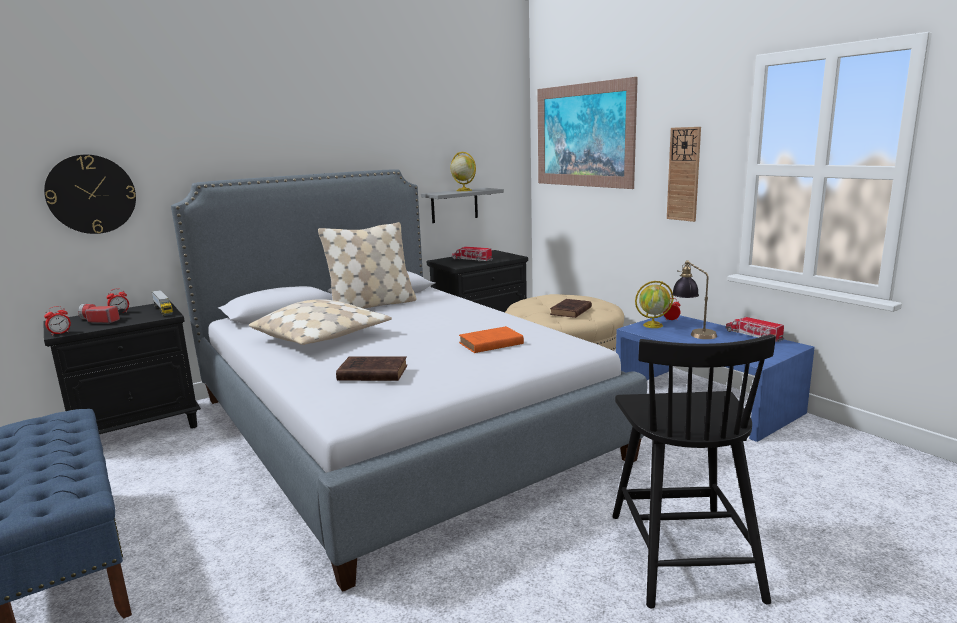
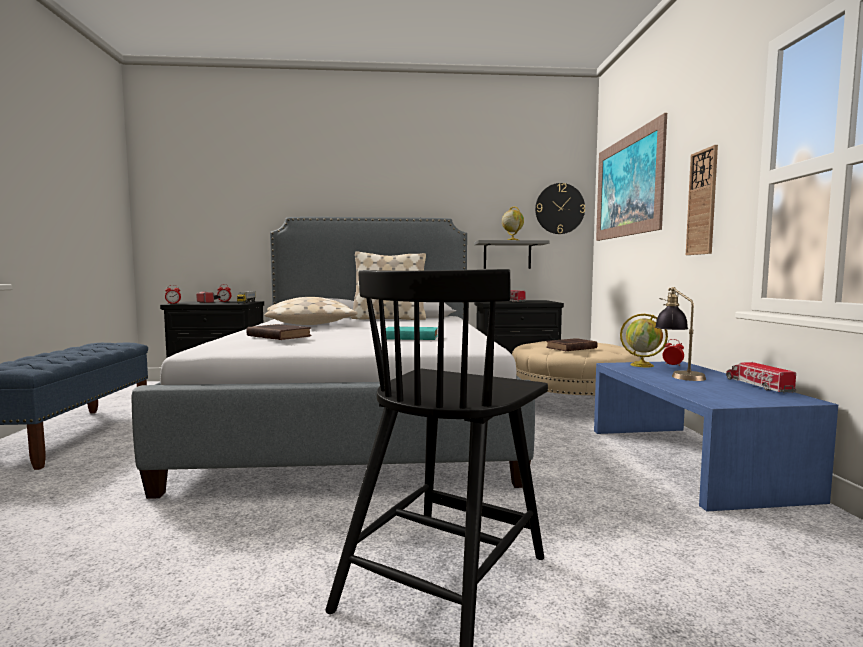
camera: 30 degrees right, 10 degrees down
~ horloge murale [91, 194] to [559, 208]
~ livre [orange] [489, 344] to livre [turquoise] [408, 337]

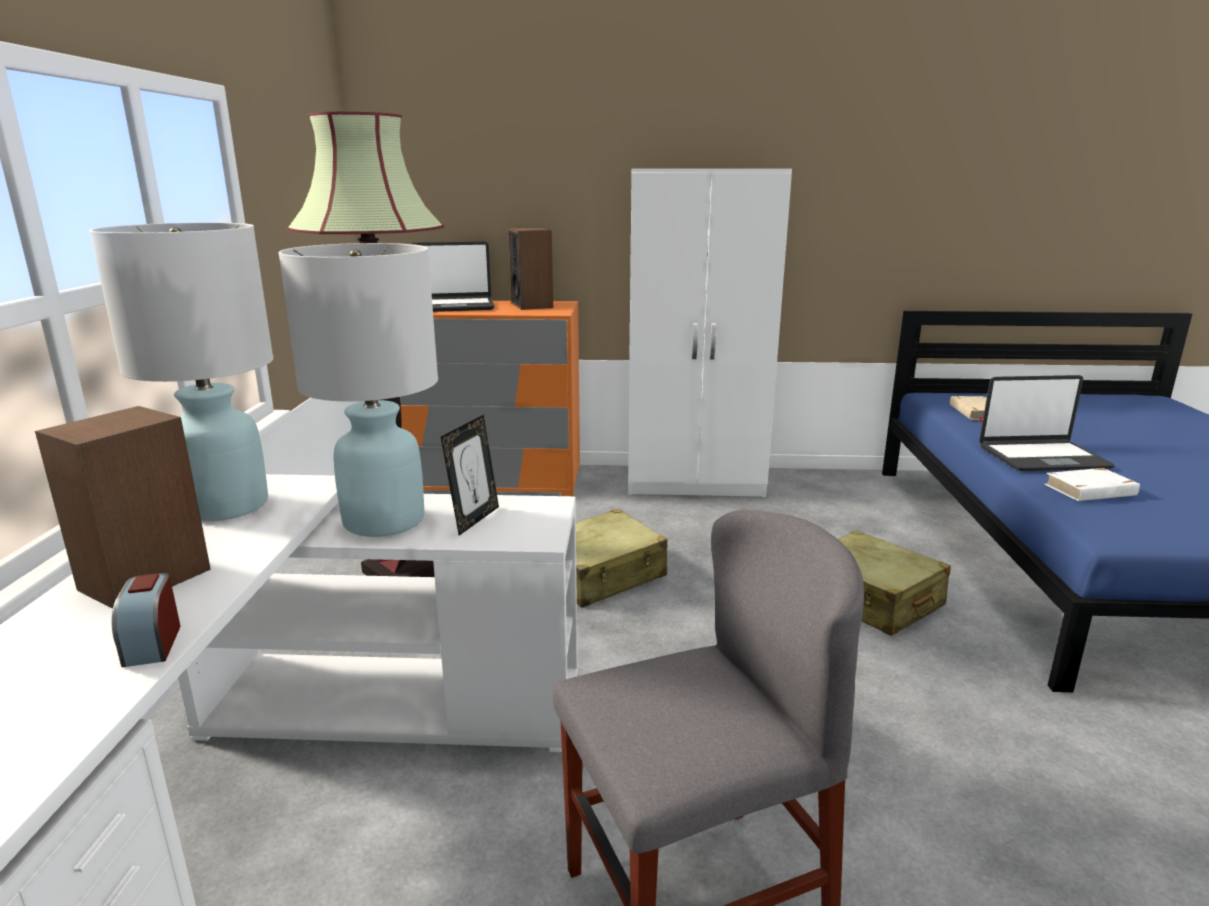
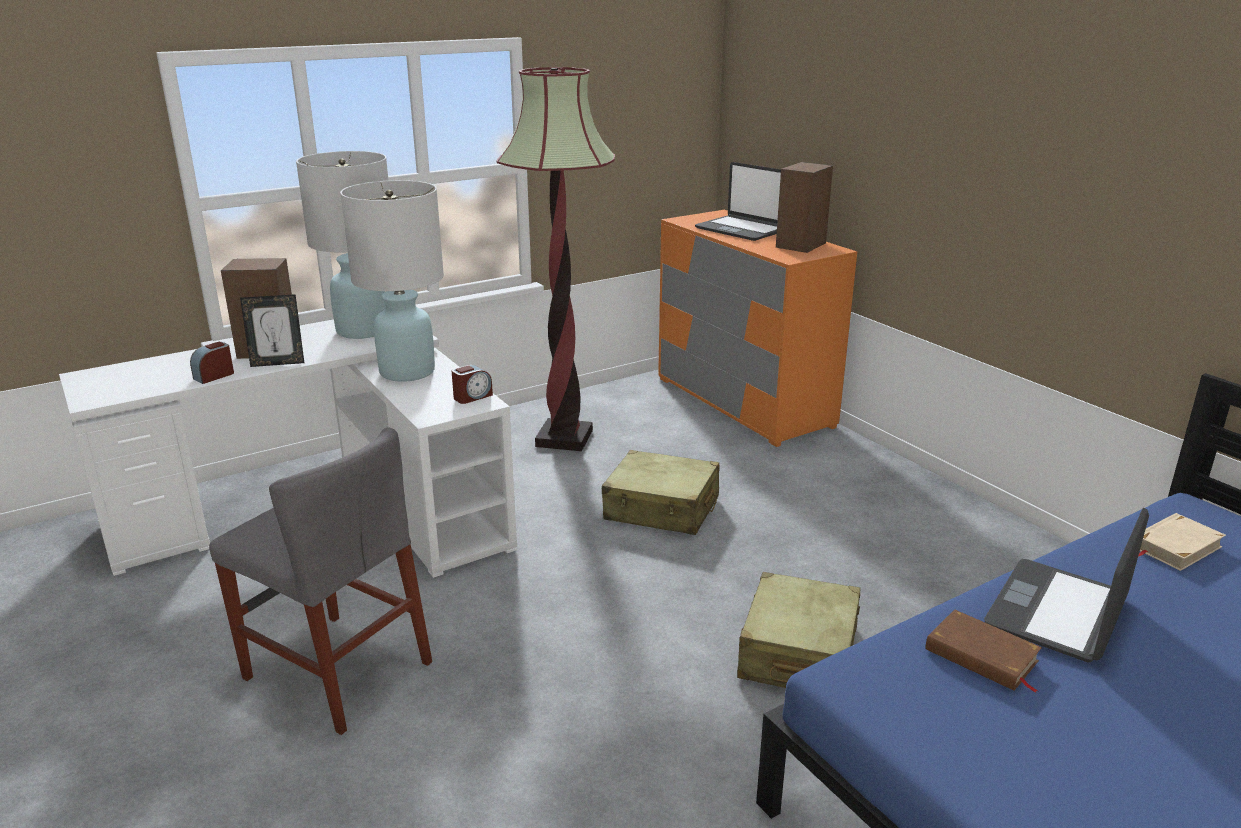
camera: 55 degrees right, 5 degrees up
- armoire [blanc] [696, 483]
~ ordinateur portable [1042, 457] = [1058, 612] 75 degrees clockwise
~ cadre photo [474, 519] to [278, 363]
~ livre [blanc] [1090, 490] to livre [marron] [981, 656]
+ réveil [472, 397]

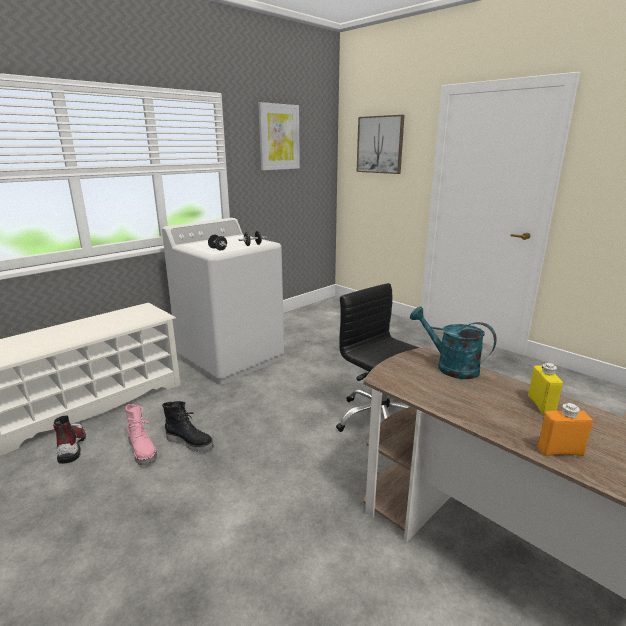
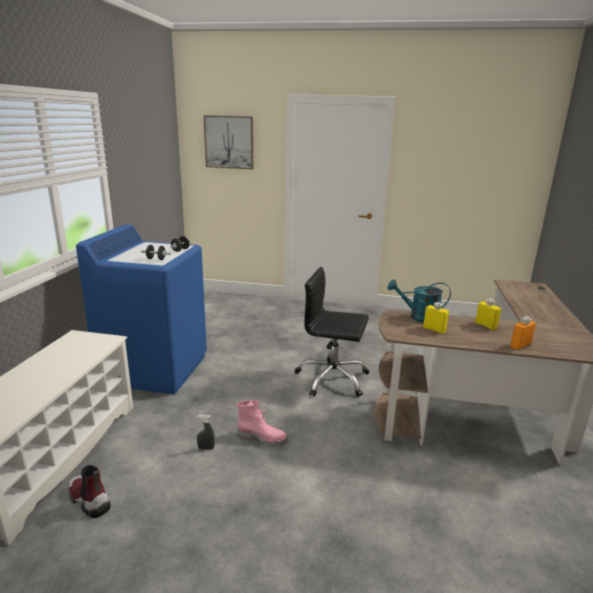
camera: 35 degrees left, 0 degrees up
- tableau [279, 137]
~ lave-linge [blanc] [231, 358] to lave-linge [bleu] [155, 368]
~ botte [noir] [190, 442] to vaporisateur [gris] [206, 448]
~ botte [rose] [143, 451] to [262, 438]
+ bouteille [jaune] [434, 330]

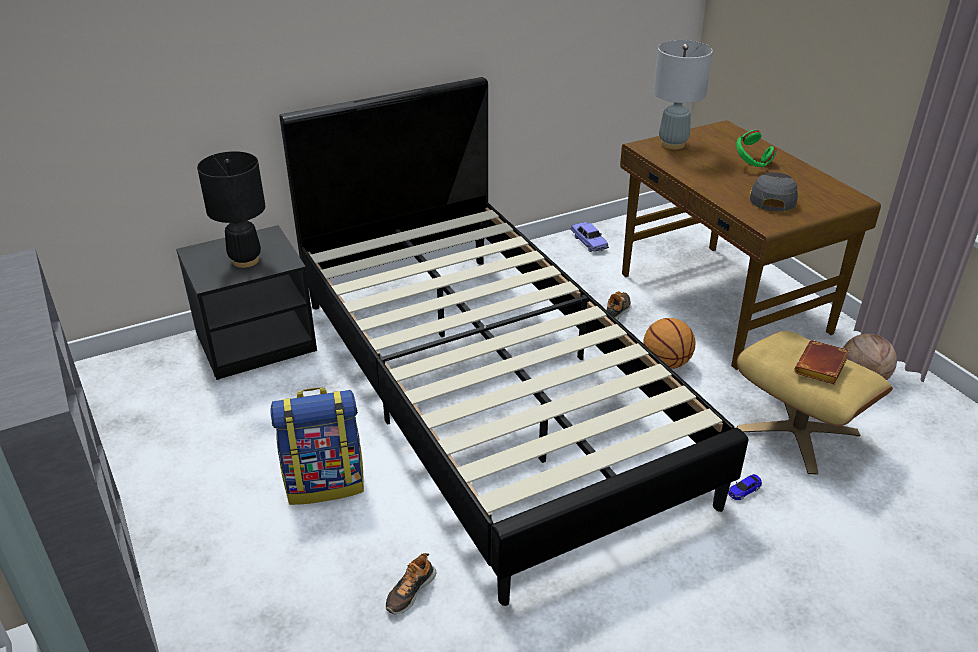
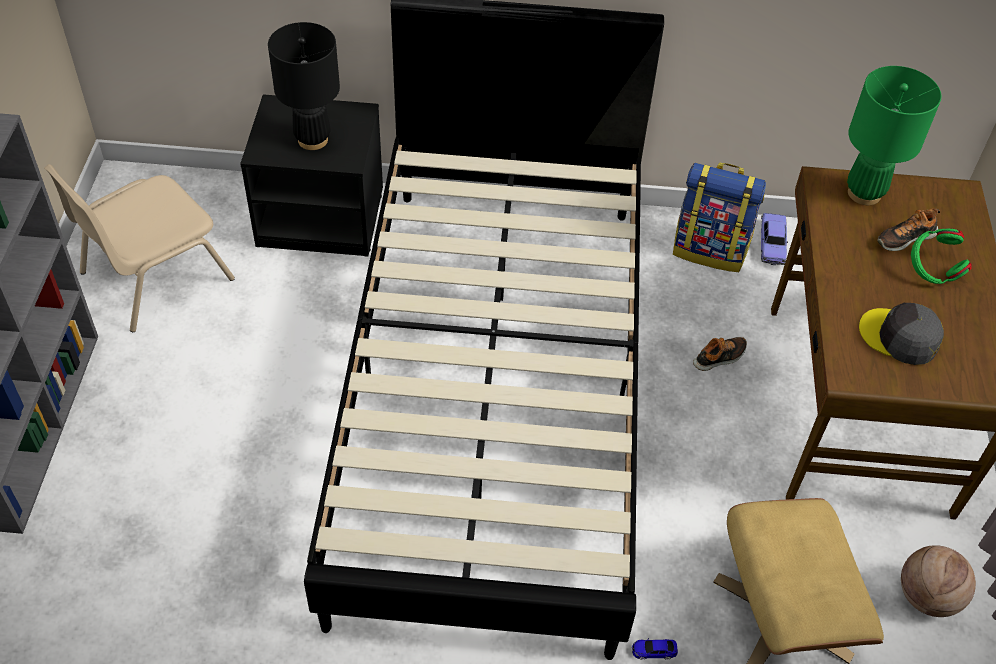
camera: 30 degrees right, 15 degrees up
~ lampe de table [gris] [673, 144] to lampe de table [vert] [864, 193]
~ casquette [gris] [772, 198] = [899, 337] 105 degrees counterclockwise
- ballon de basket [666, 363]
- livre [marron] [822, 368]
~ sac à dos [325, 483] to [710, 250]
~ chaussure [410, 591] to [905, 238]
+ chaise [beige] [153, 276]

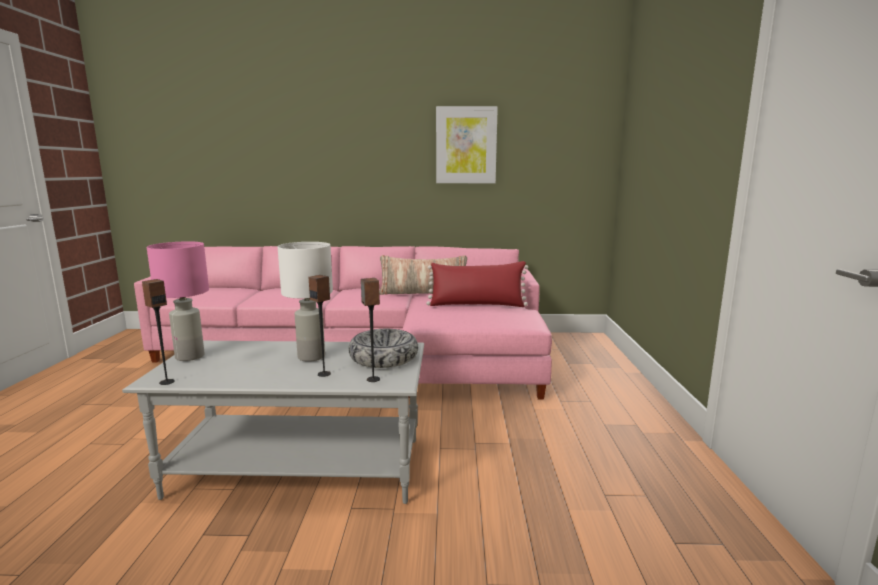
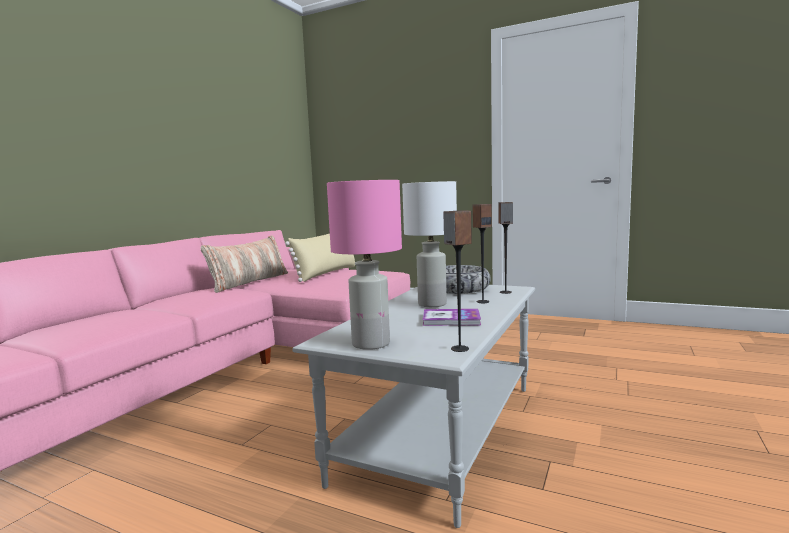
camera: 65 degrees left, 5 degrees down
- tableau [466, 145]
~ coussin [rouge] [477, 305] to coussin [beige] [326, 273]
+ livre [451, 319]

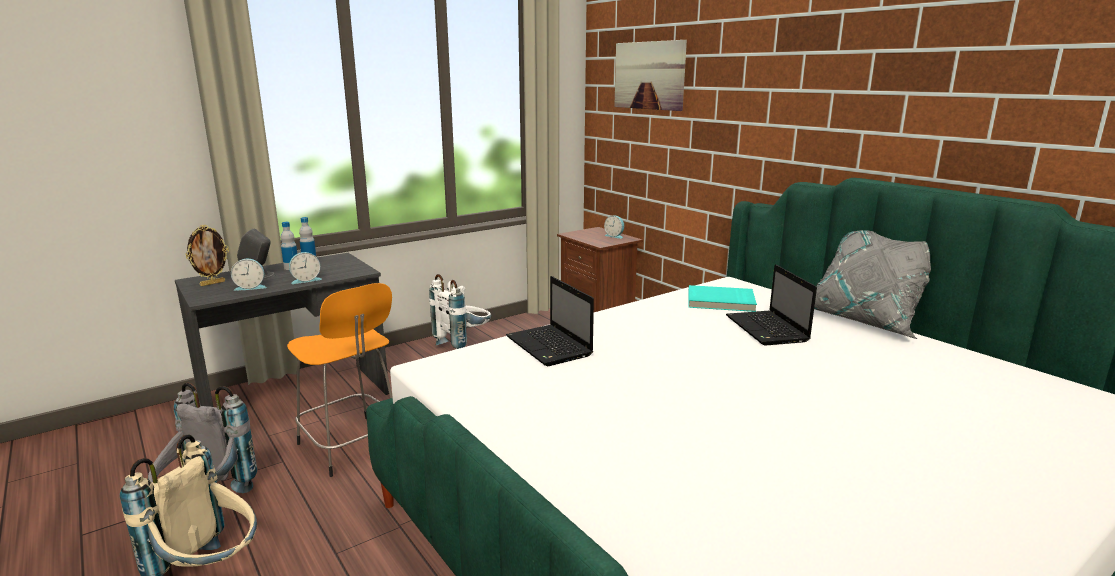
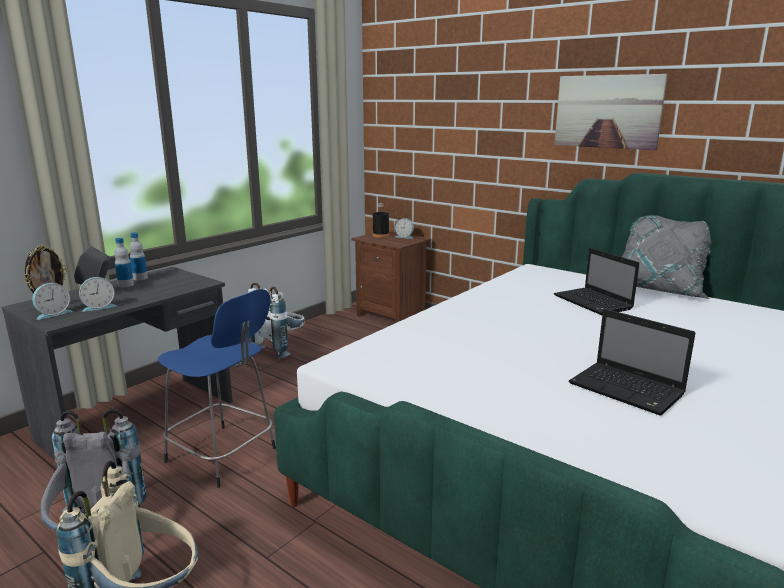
camera: 15 degrees left, 0 degrees up
~ tableau [649, 75] to [607, 111]
~ réveil [305, 280] to [53, 314]
~ ordinateur portable [550, 347] to [628, 390]
~ tabouret [orange] [352, 447] to tabouret [bleu] [224, 456]
- livre [turquoise] [720, 302]
+ bouteille [noir] [380, 235]

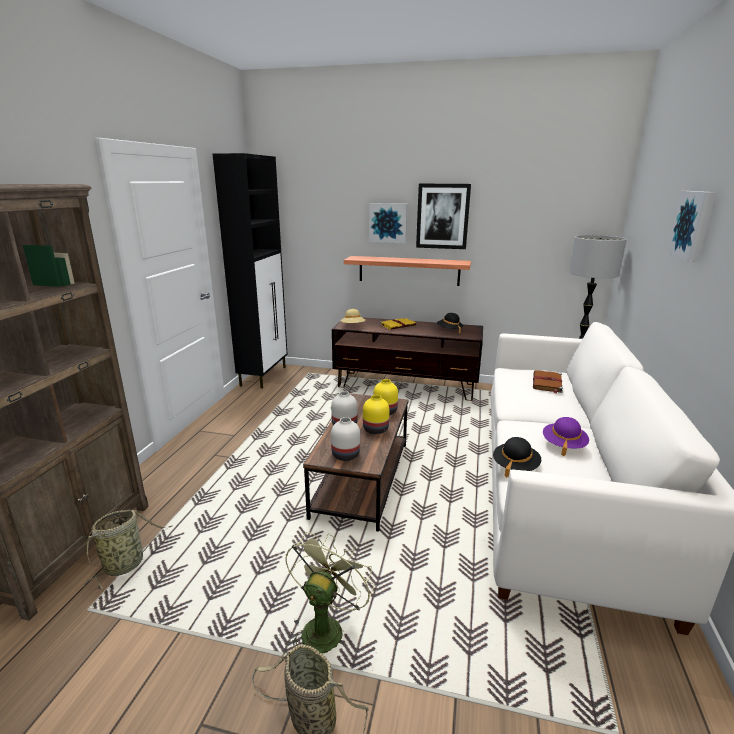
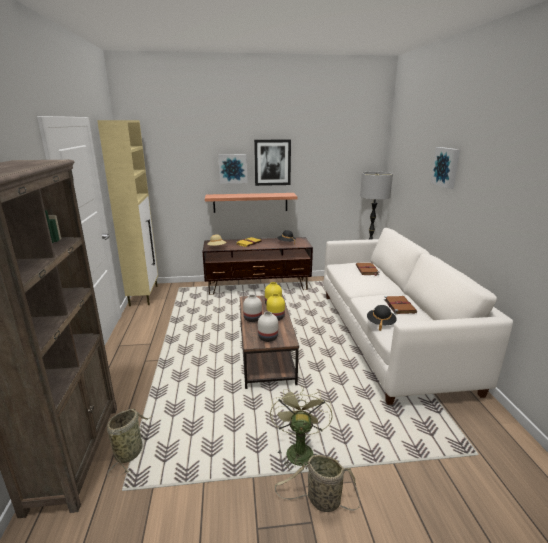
camera: 20 degrees left, 0 degrees up
~ meuble de rangement [noir] [264, 376] to meuble de rangement [beige] [144, 295]
~ chapeau [violet] [563, 445] to livre [marron] [399, 306]

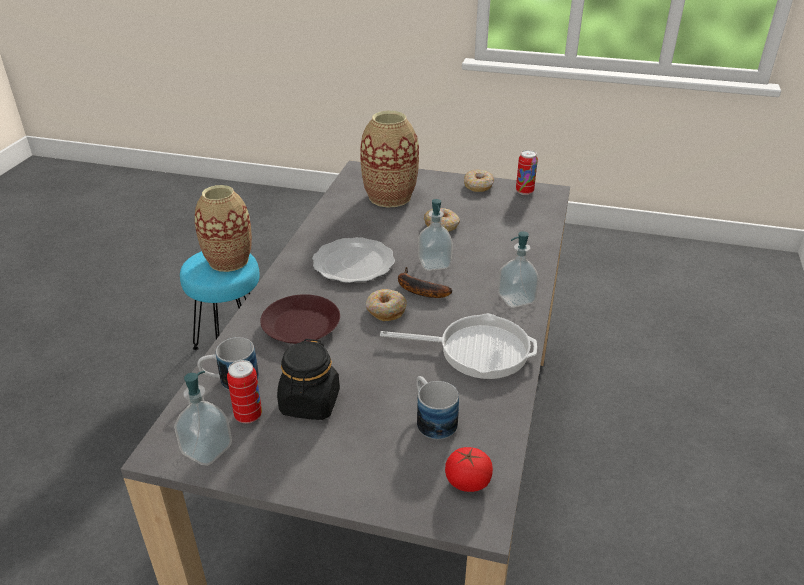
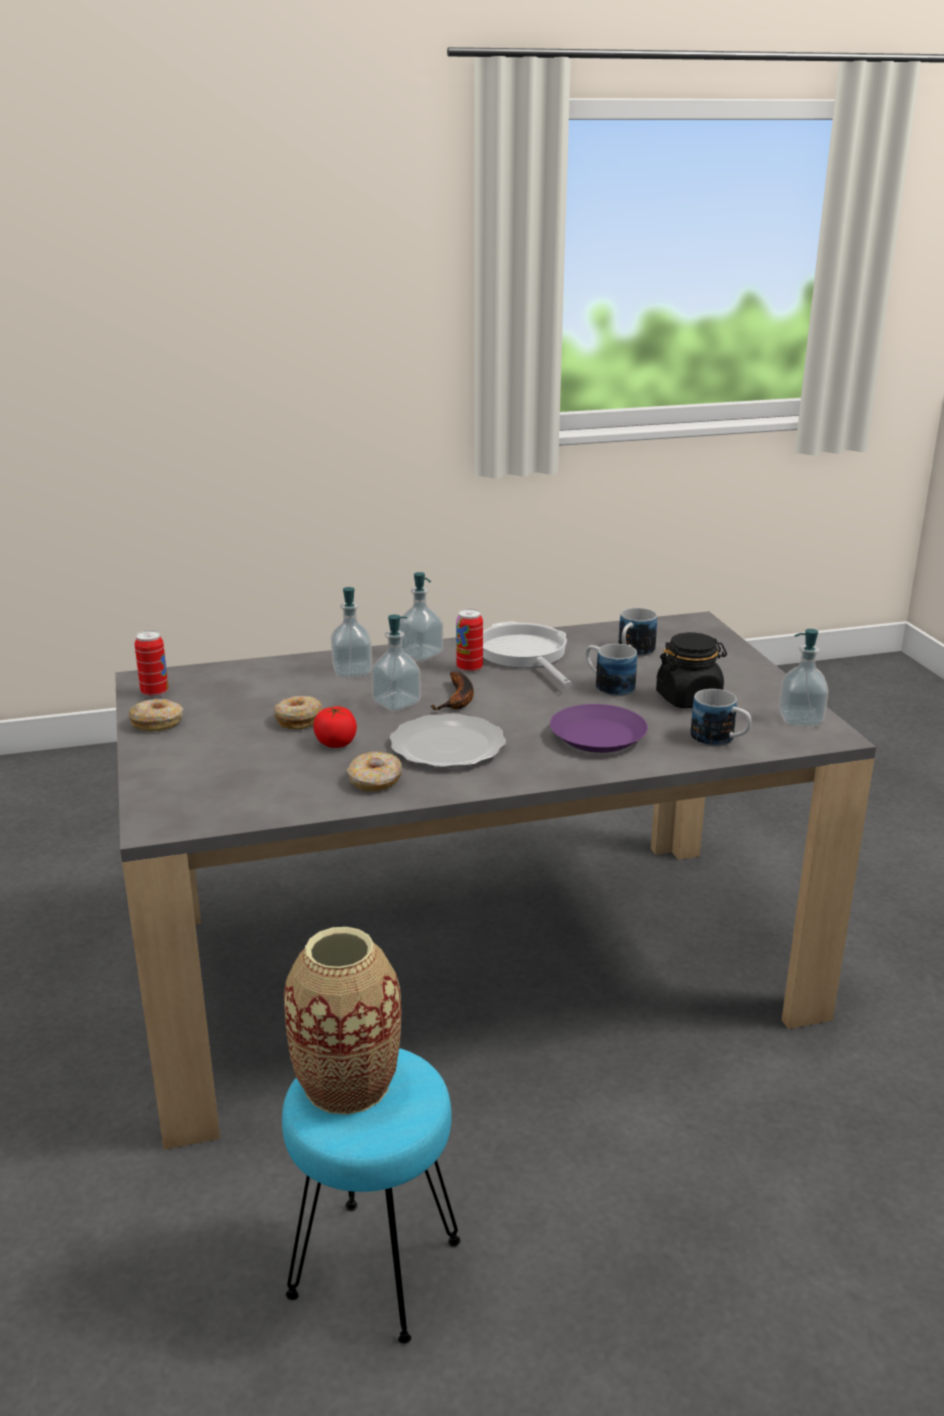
camera: 120 degrees left, 10 degrees down
- vase [389, 197]
~ beignet [385, 310] to [375, 781]
~ assiette [marron] [302, 326] to assiette [violet] [597, 736]
~ boîte métallique [248, 415] to [469, 669]
~ tomate [467, 482] to [336, 743]
+ distributeur de savon [352, 672]
+ mug [607, 686]

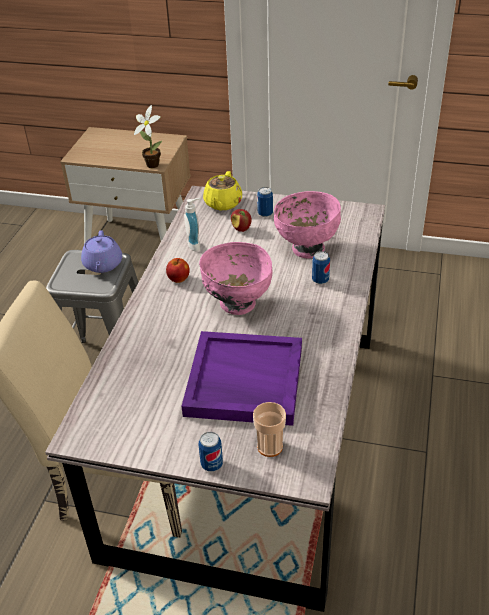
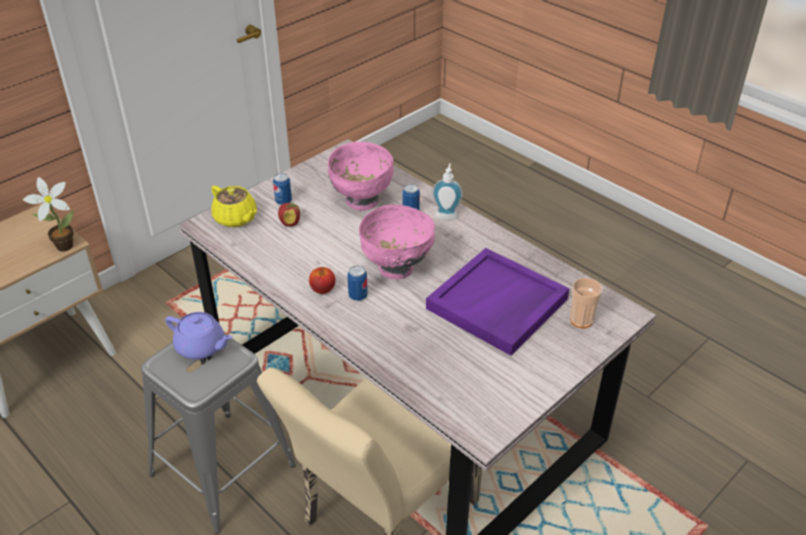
camera: 60 degrees left, 0 degrees up
~ distributeur de savon [196, 245] to [446, 214]
~ boîte métallique [212, 464] to [358, 296]

